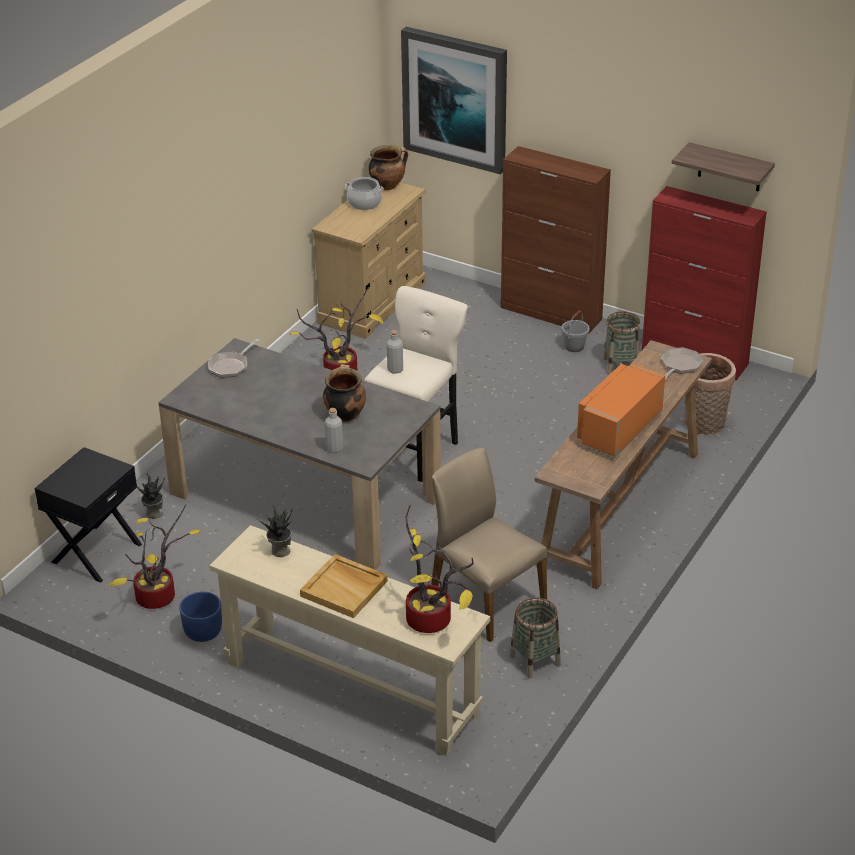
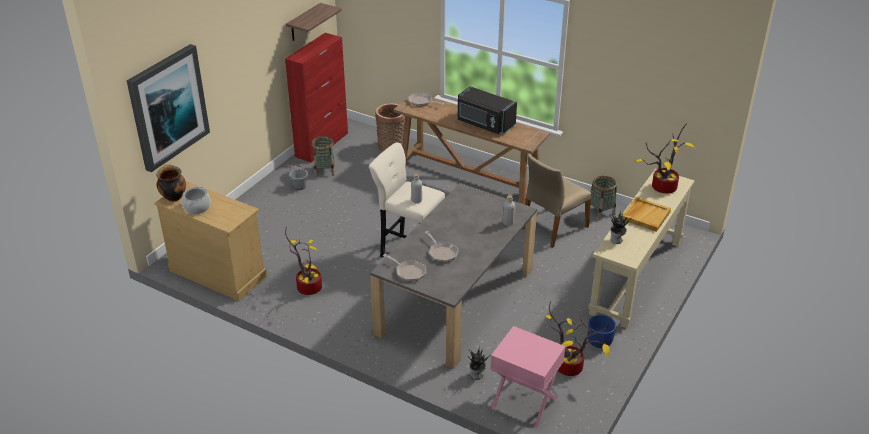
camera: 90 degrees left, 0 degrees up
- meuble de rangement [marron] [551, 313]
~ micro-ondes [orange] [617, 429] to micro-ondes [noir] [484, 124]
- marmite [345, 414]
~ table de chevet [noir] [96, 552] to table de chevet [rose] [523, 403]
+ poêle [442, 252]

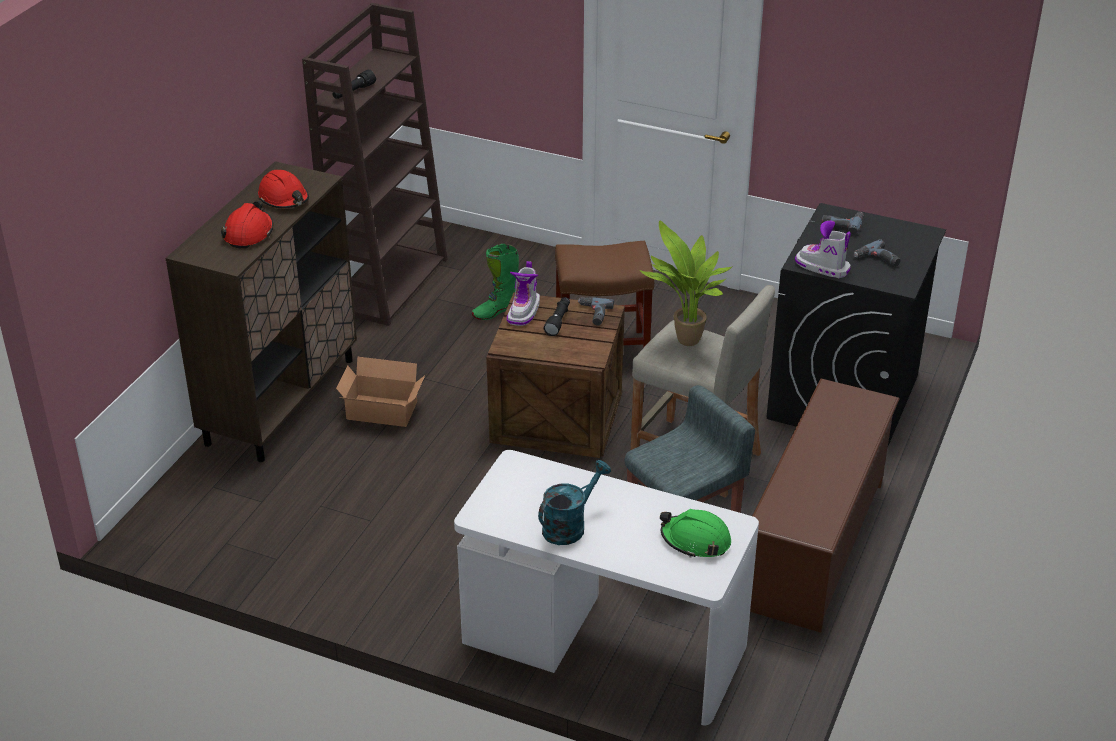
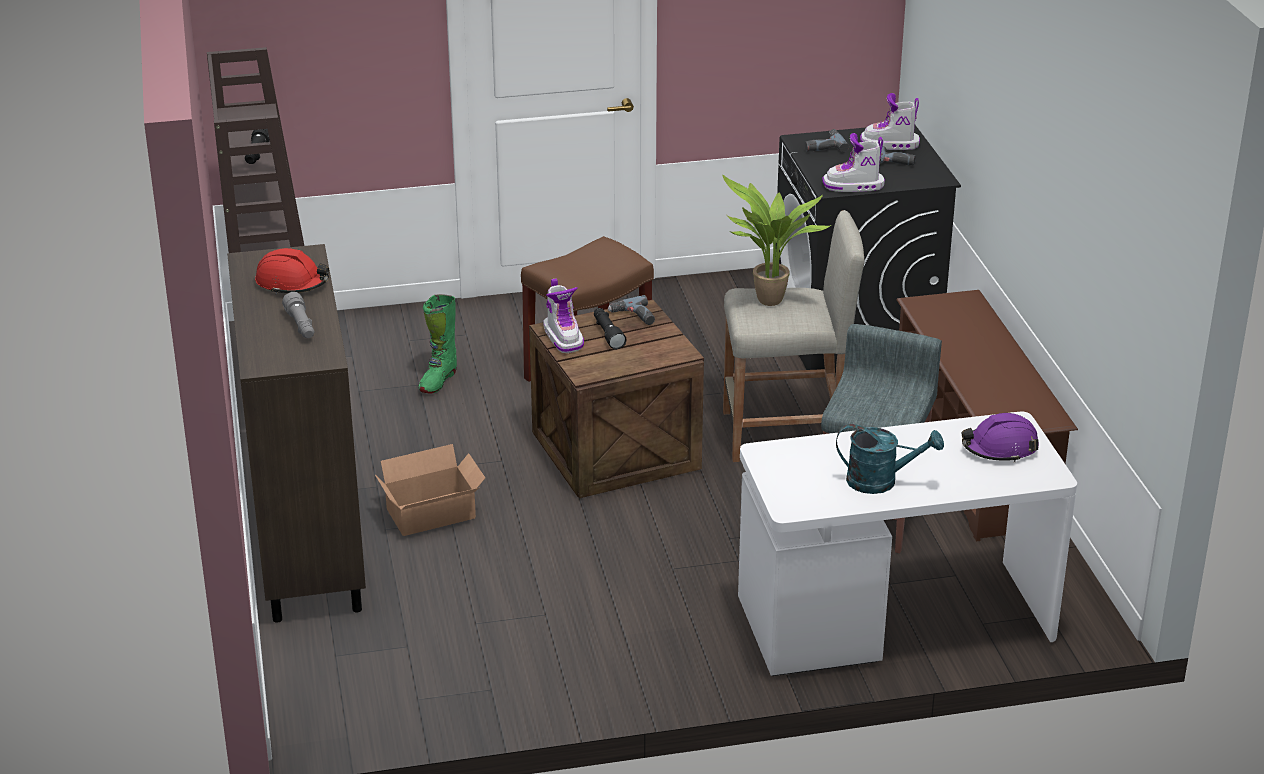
camera: 35 degrees left, 5 degrees down
~ casque de chantier [rouge] [249, 233] to lampe de poche [gris] [301, 326]
~ arrosoir [turquoise] [569, 526] = [881, 481] 90 degrees clockwise
~ casque de chantier [vert] [695, 540] to casque de chantier [violet] [1000, 448]
+ botte [890, 144]

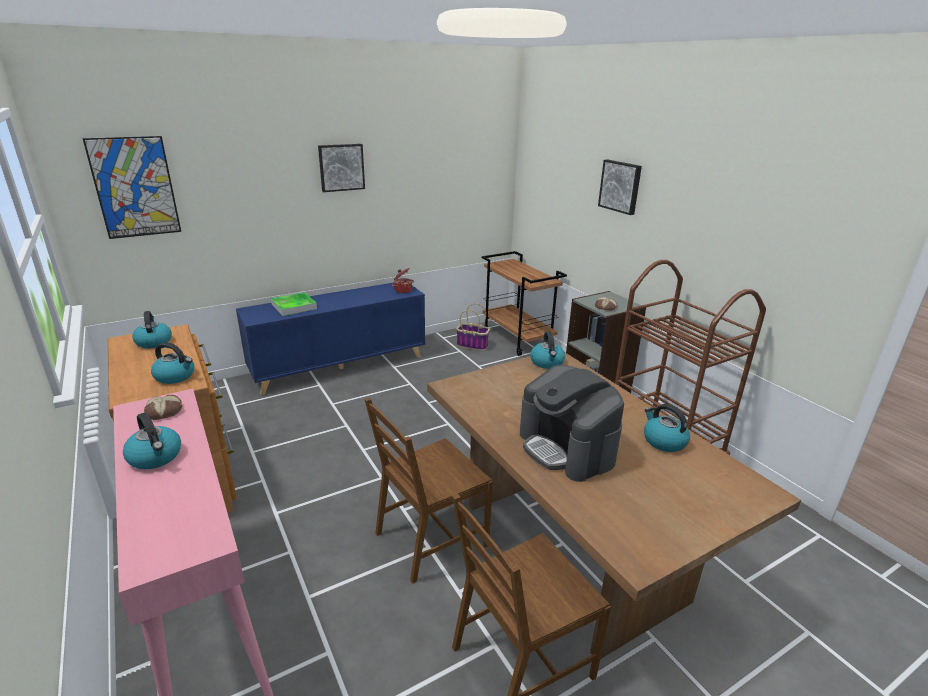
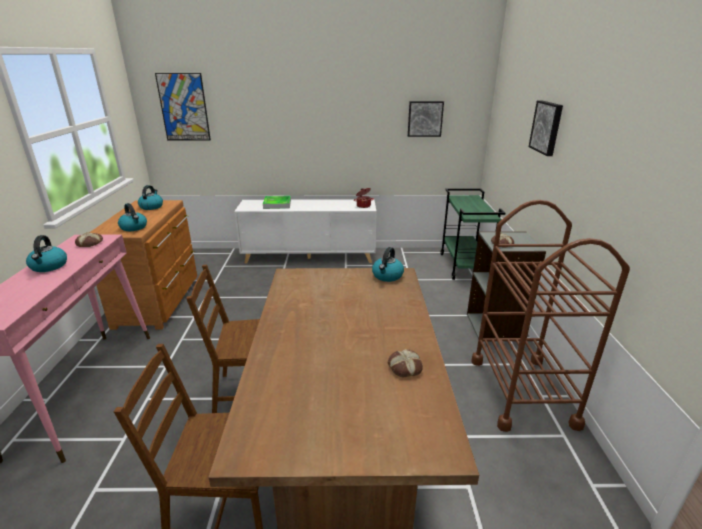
camera: 30 degrees right, 0 degrees up
~ tableau [341, 167] to [425, 118]
~ chariot [marron] [518, 339] to chariot [vert] [464, 266]
~ meuble de rangement [bleu] [340, 366] to meuble de rangement [blanc] [309, 256]
- panier [473, 345]
- machine à café [567, 448]
~ bouilloire [663, 441] to pain [404, 367]

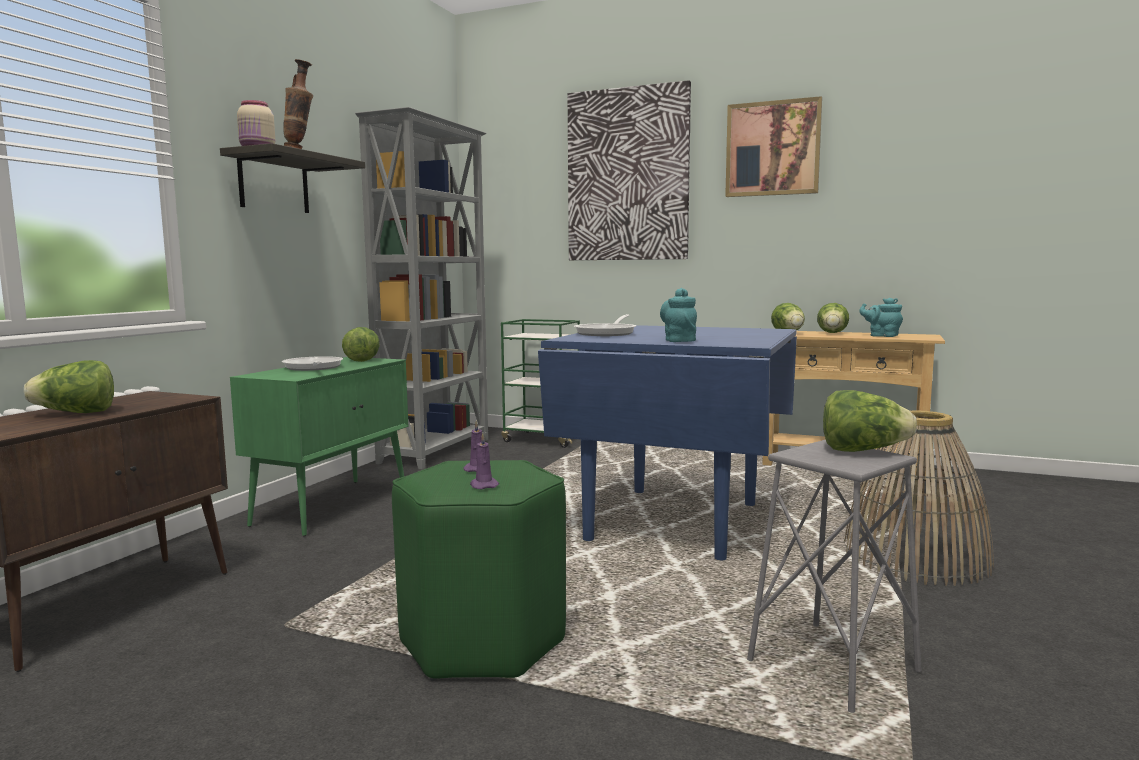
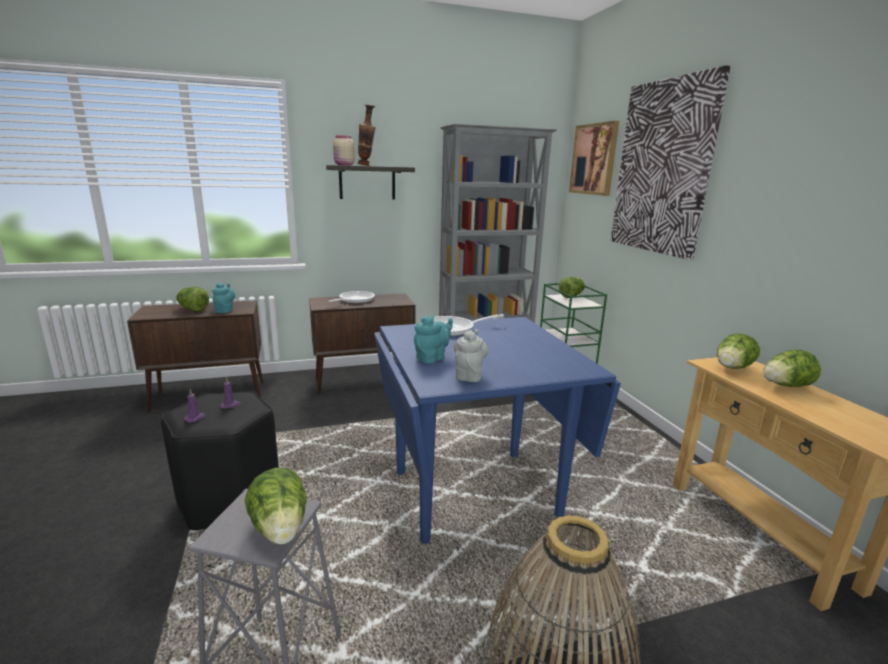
camera: 50 degrees right, 10 degrees up
~ tableau [772, 149] to [594, 159]
~ théière [turquoise] [881, 336] to [225, 310]
~ laitue [363, 360] to [571, 296]
~ meuble de rangement [vert] [333, 505] to meuble de rangement [marron] [364, 381]
~ tabouret [vert] [483, 641] to tabouret [noir] [231, 500]
+ théière [gris] [469, 375]

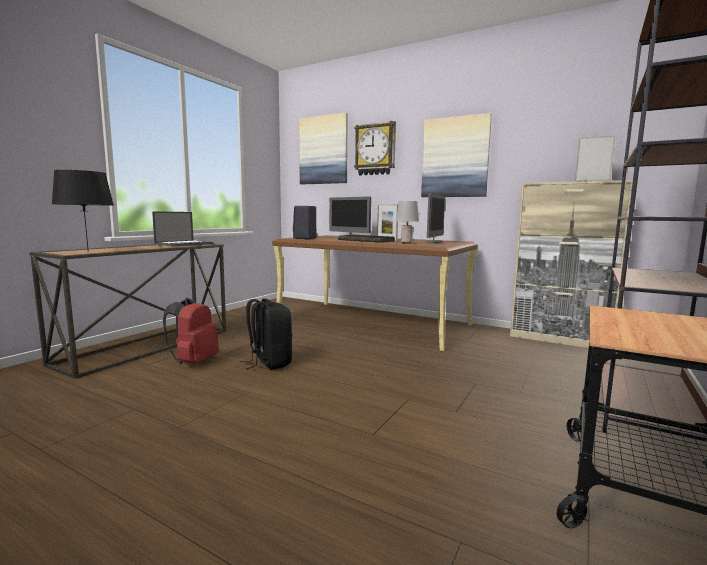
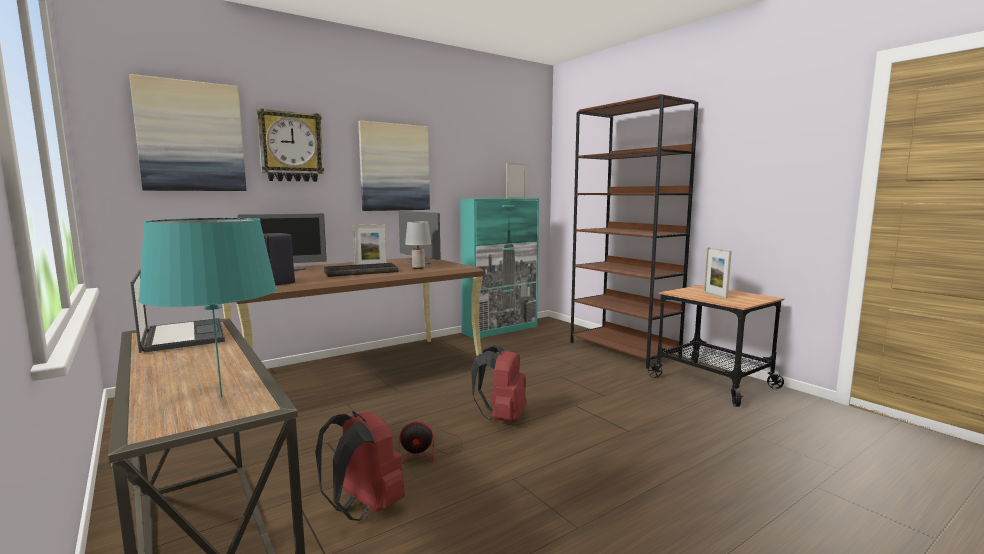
camera: 65 degrees left, 0 degrees up
~ lampe de table [noir] [88, 252] to lampe de table [turquoise] [221, 396]
~ meuble de rangement [beige] [560, 340] to meuble de rangement [turquoise] [500, 329]
~ sac à dos [noir] [269, 363] to ventilateur [429, 451]
+ cadre photo [715, 295]
+ sac à dos [rouge] [502, 418]

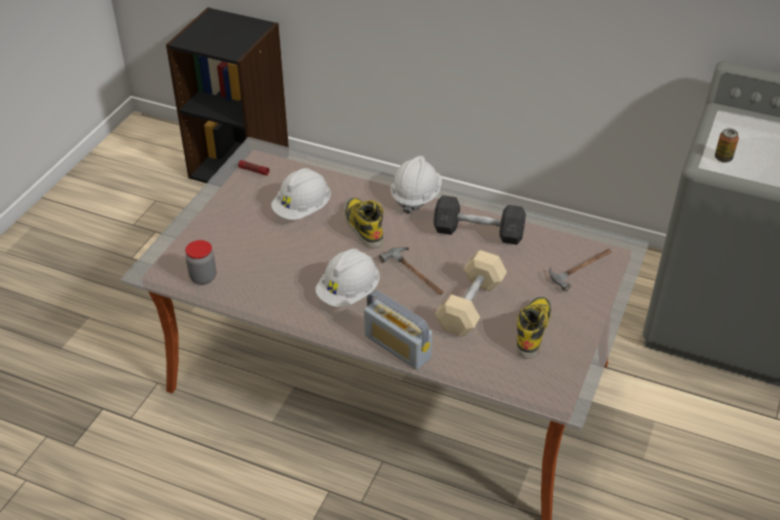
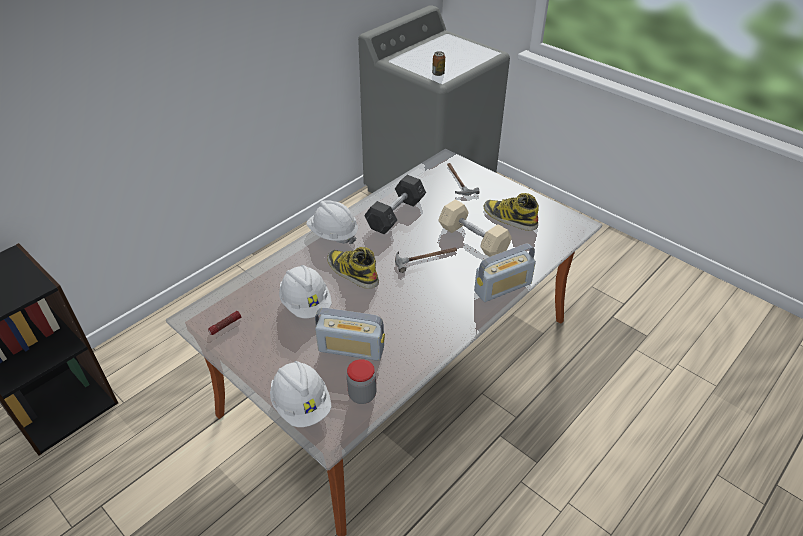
camera: 70 degrees left, 0 degrees up
~ botte [363, 226] = [352, 272] 45 degrees clockwise
~ casque de chantier [blanc] [349, 293] to [302, 405]
+ radio [351, 349]

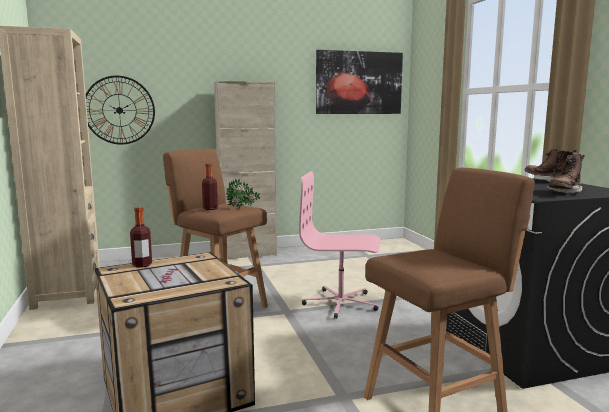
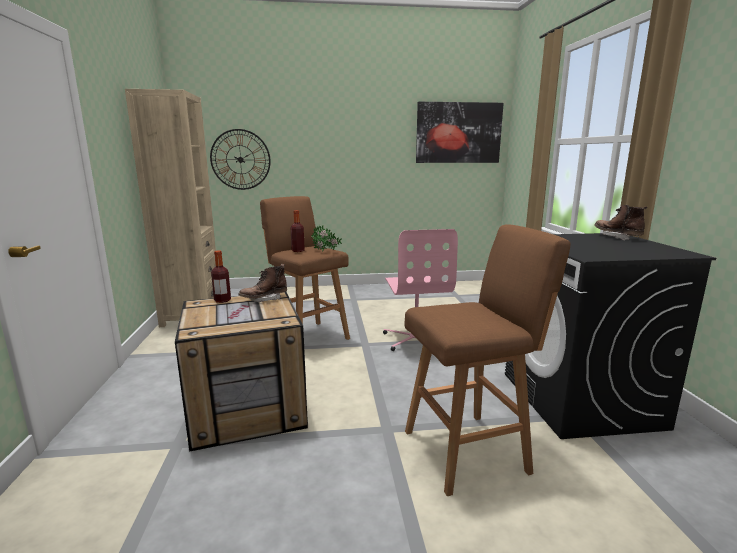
camera: 10 degrees right, 5 degrees up
- meuble de rangement [beige] [248, 254]
~ botte [marron] [564, 192] to [264, 299]
~ chaise de bureau [rose] [341, 303] = [416, 340] 120 degrees counterclockwise

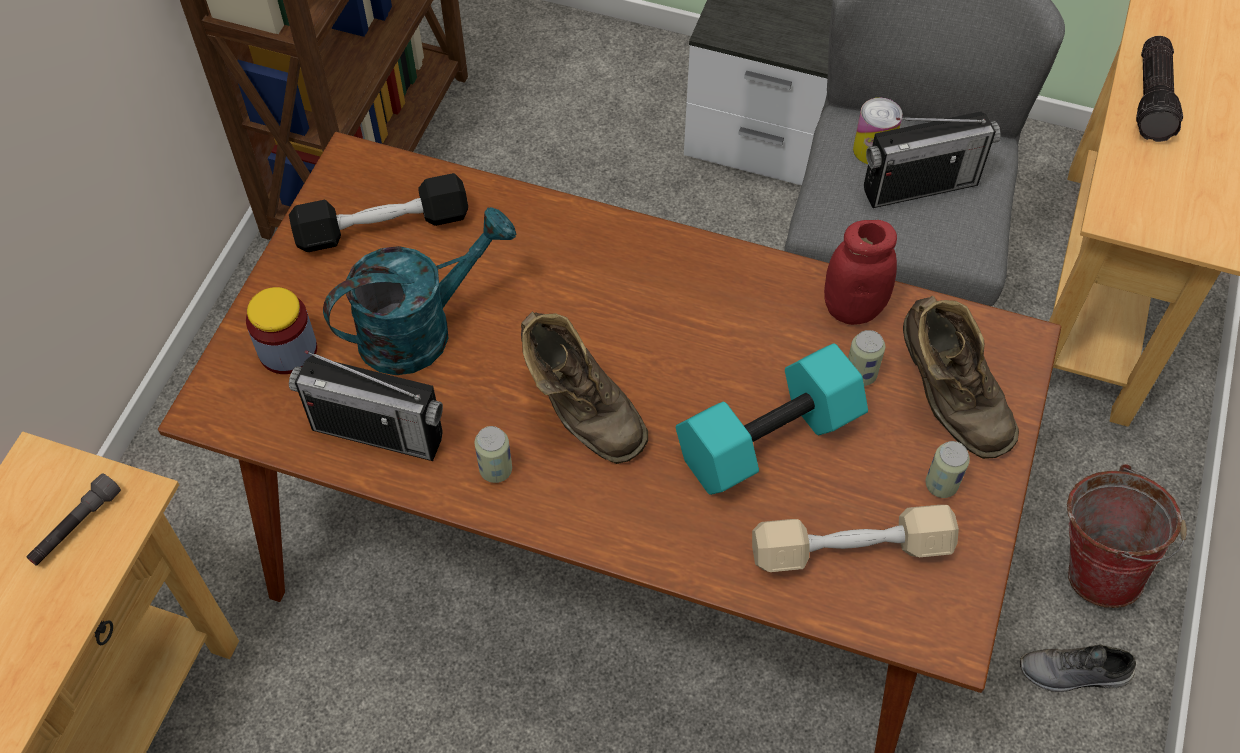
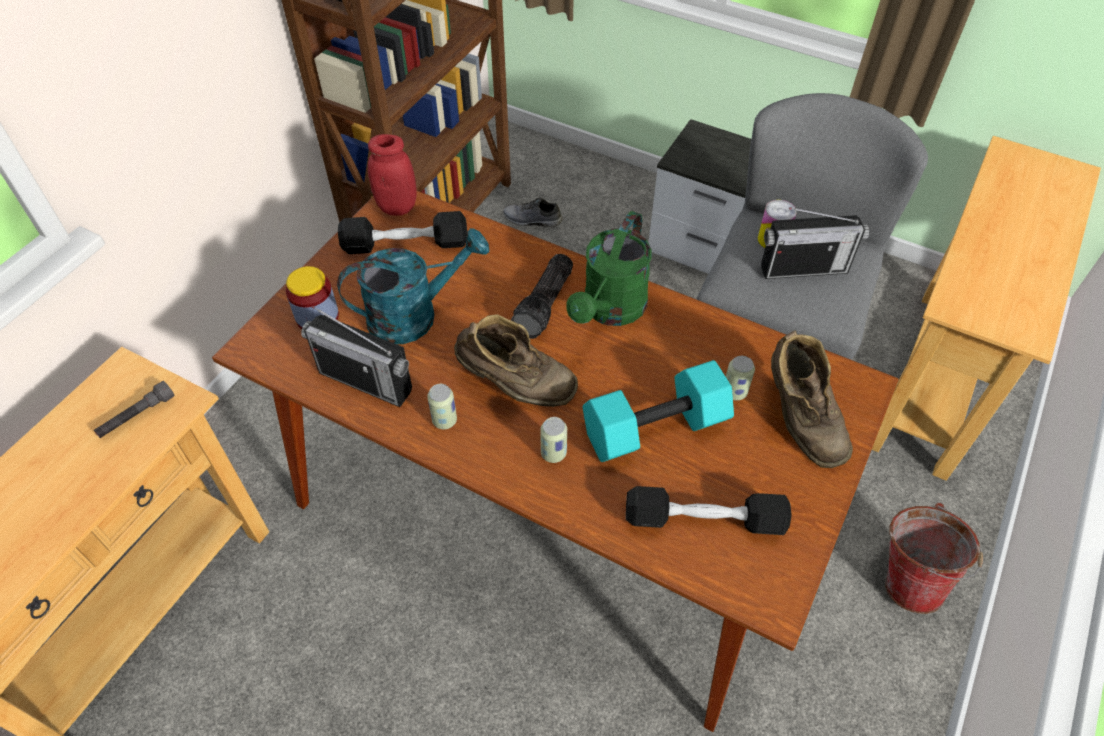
camera: 10 degrees right, 5 degrees down
~ lampe de poche [1154, 100] to [546, 305]
~ bocal [rouge] [852, 308] to [397, 207]
~ botte [marron] [579, 411] = [516, 387] 45 degrees counterclockwise
~ boîte métallique [941, 484] to [553, 453]
~ haltère [beige] [851, 549] to haltère [noir] [704, 520]
~ chaussure [gris] [1074, 674] to [532, 220]
+ arrosoir [vert] [610, 311]

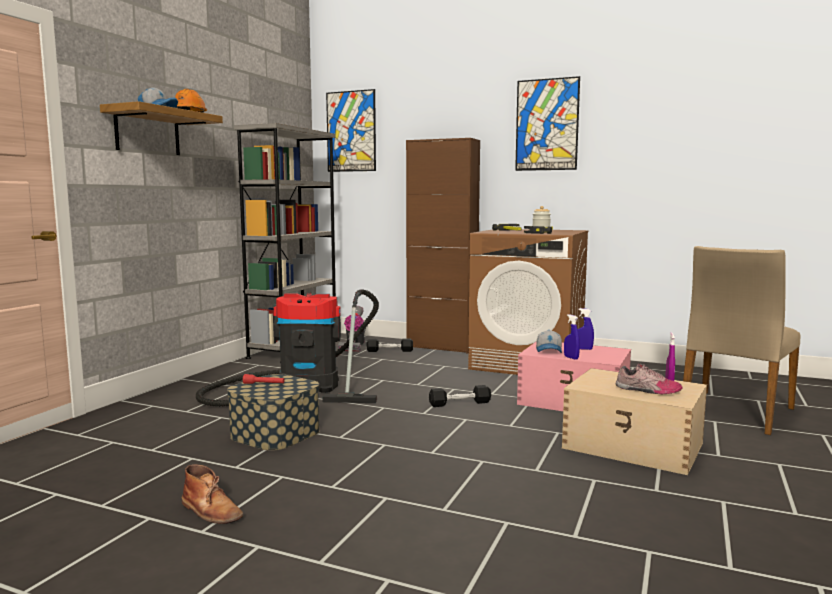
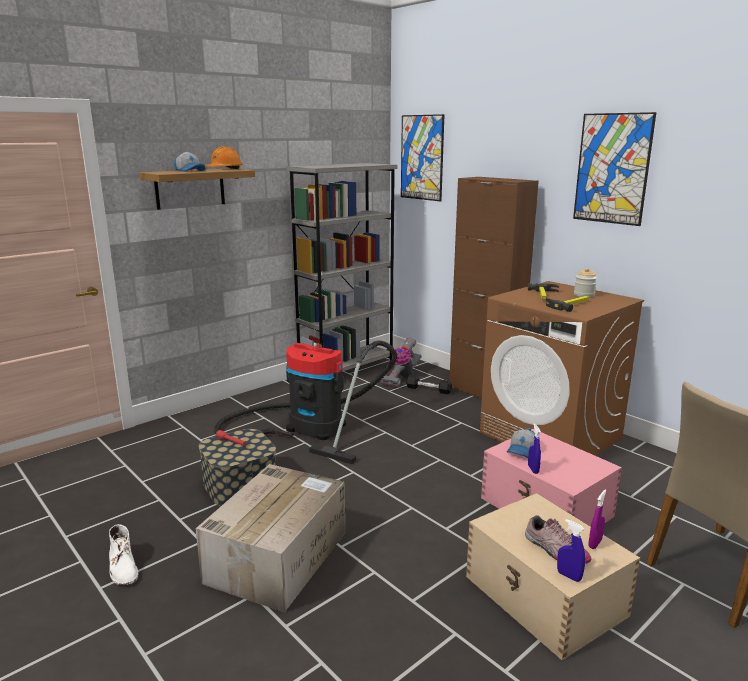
camera: 25 degrees right, 10 degrees up
~ vaporisateur [bleu] [583, 349] to [569, 576]
- haltère [noir] [459, 403]
~ botte [marron] [211, 511] to botte [blanc] [123, 567]
+ carton [278, 555]

